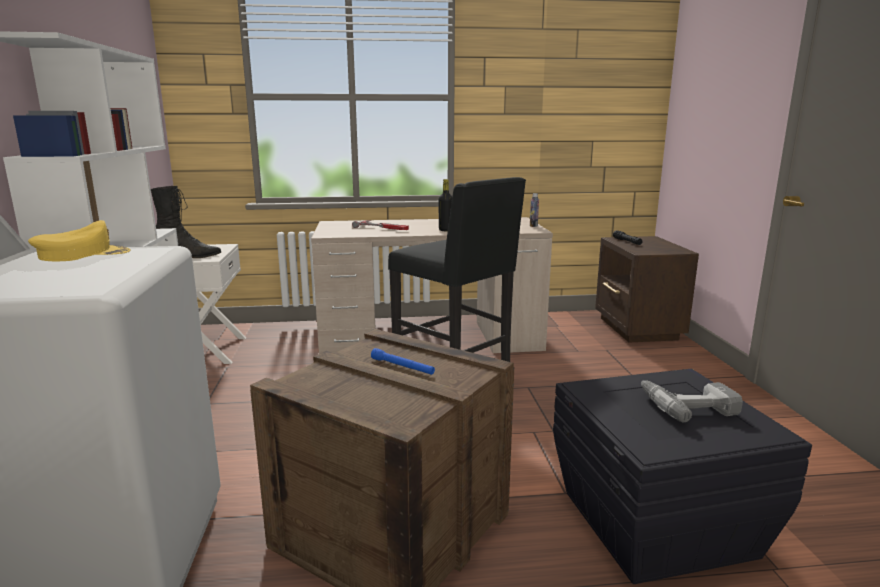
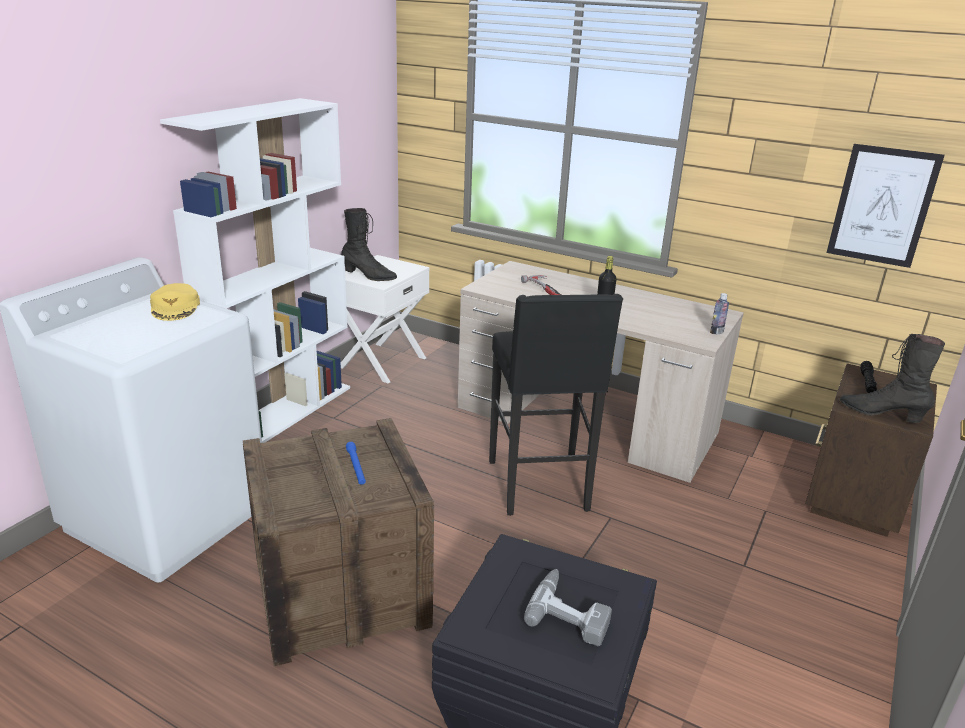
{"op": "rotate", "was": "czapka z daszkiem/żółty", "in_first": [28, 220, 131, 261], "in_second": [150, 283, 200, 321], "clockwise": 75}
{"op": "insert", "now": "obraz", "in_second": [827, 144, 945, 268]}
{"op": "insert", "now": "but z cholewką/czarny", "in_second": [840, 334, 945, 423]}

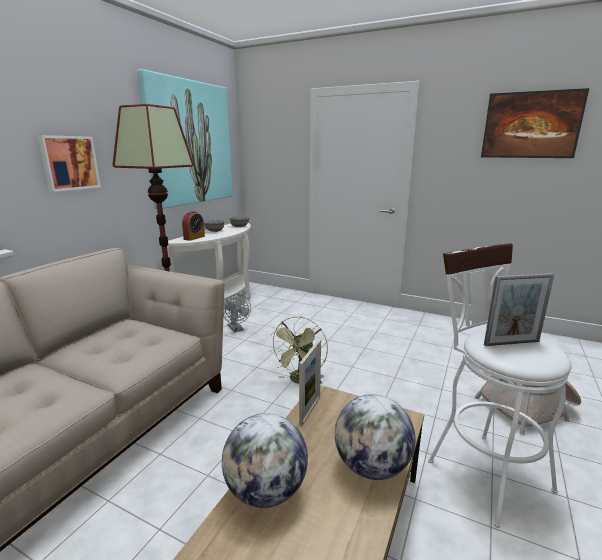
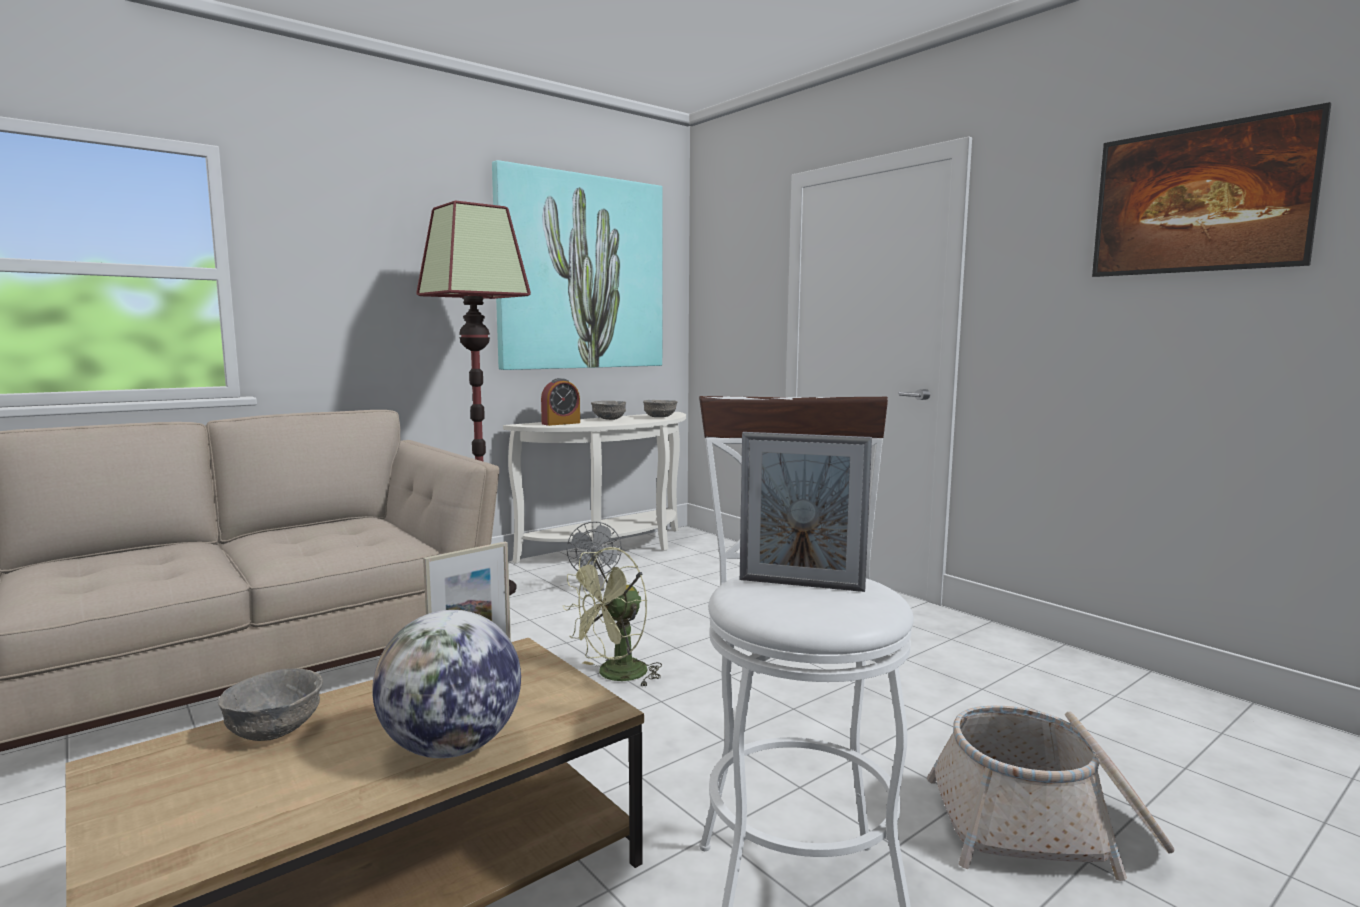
{"op": "delete", "was": "obraz", "in_first": [37, 135, 101, 192]}
{"op": "replace", "was": "globus", "now": "miska/szary", "in_first": [222, 413, 308, 508], "in_second": [218, 669, 323, 741]}

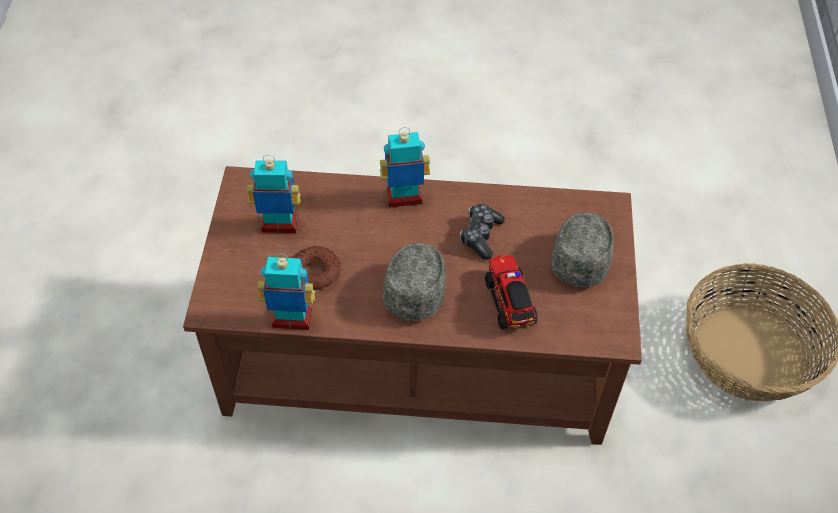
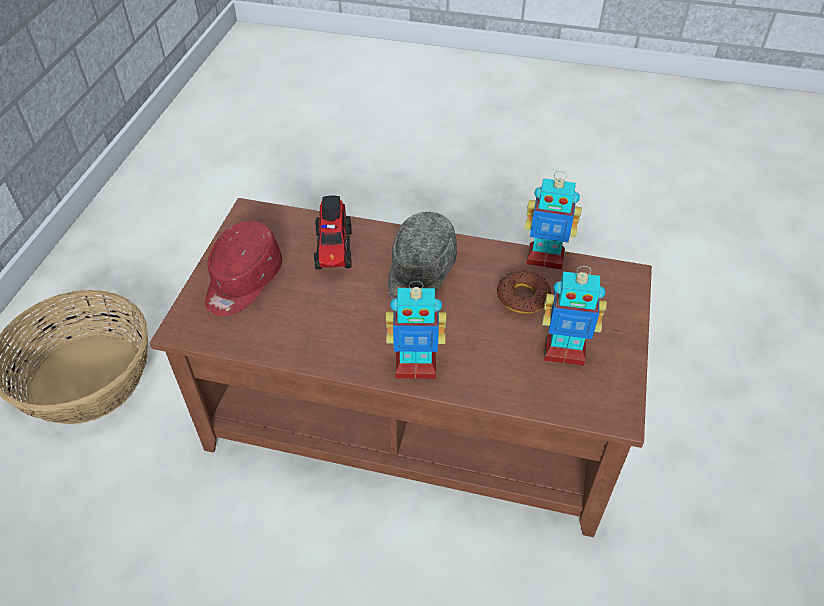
{"op": "delete", "was": "pad do gier", "in_first": [460, 204, 505, 260]}
{"op": "recolor", "was": "czapka z daszkiem/szary", "now": "czapka z daszkiem/czerwony", "in_first": [551, 212, 614, 287], "in_second": [205, 221, 282, 316]}

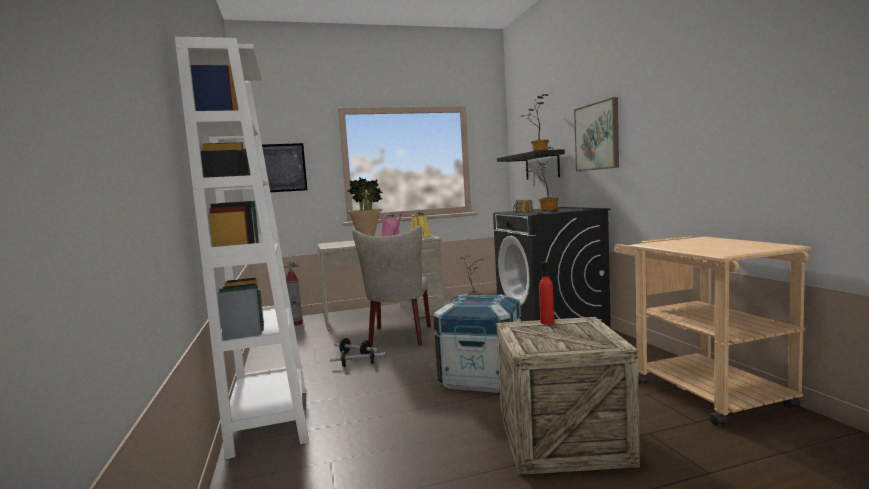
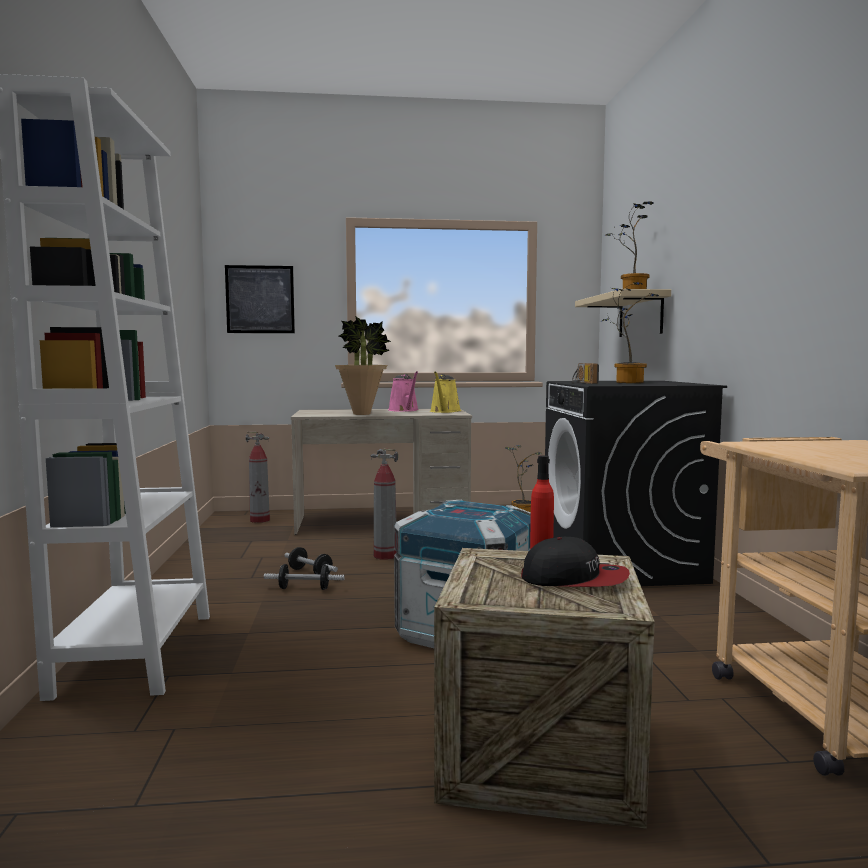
{"op": "replace", "was": "krzesło/beżowy", "now": "gaśnica", "in_first": [353, 225, 431, 347], "in_second": [371, 449, 398, 560]}
{"op": "recolor", "was": "półka/czarny", "now": "półka/beżowy", "in_first": [497, 149, 565, 180], "in_second": [575, 289, 671, 337]}
{"op": "delete", "was": "obraz", "in_first": [574, 97, 619, 171]}
{"op": "insert", "now": "czapka z daszkiem", "in_second": [521, 537, 630, 587]}

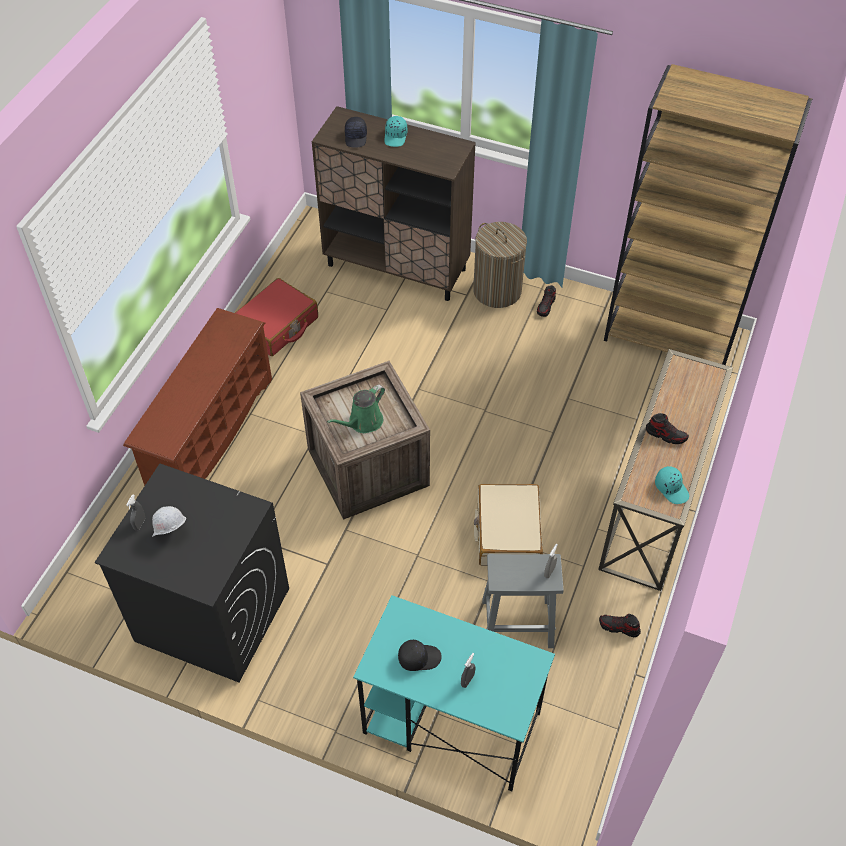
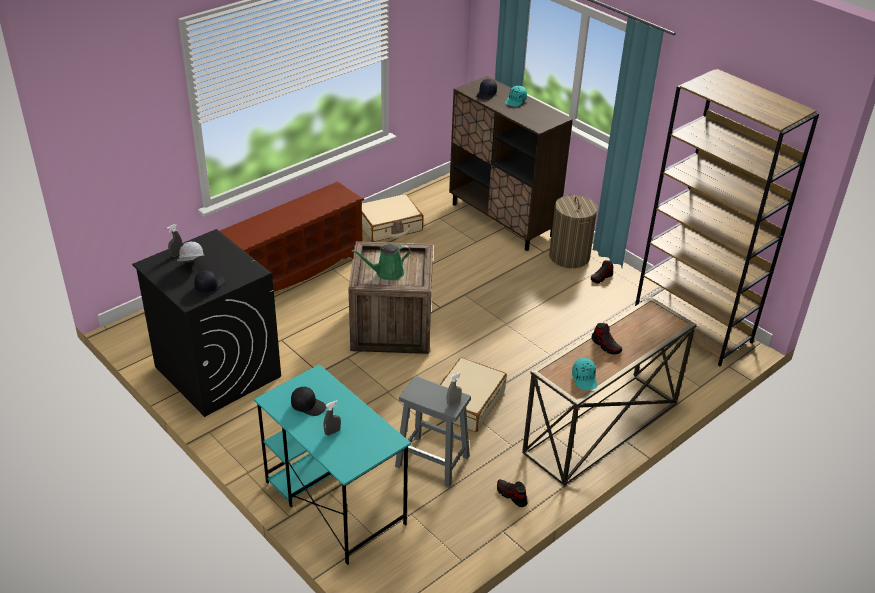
{"op": "recolor", "was": "walizka/czerwony", "now": "walizka/beżowy", "in_first": [235, 278, 318, 356], "in_second": [362, 194, 423, 242]}
{"op": "insert", "now": "czapka z daszkiem/czarny", "in_second": [194, 270, 225, 293]}

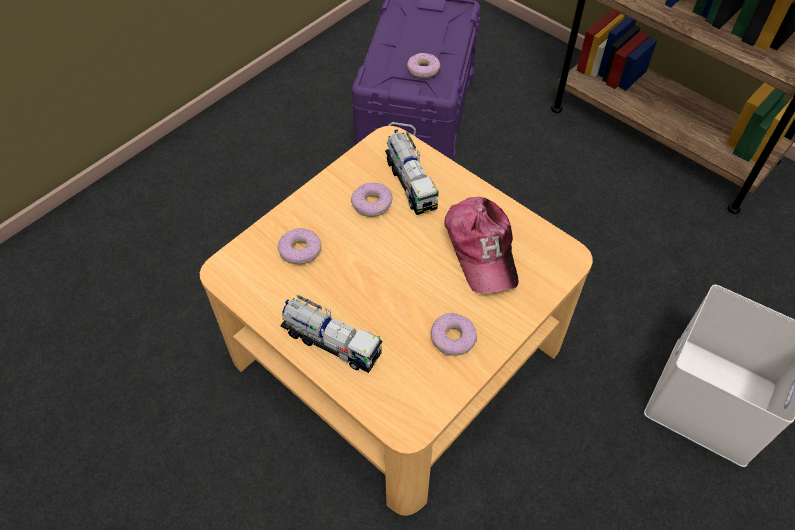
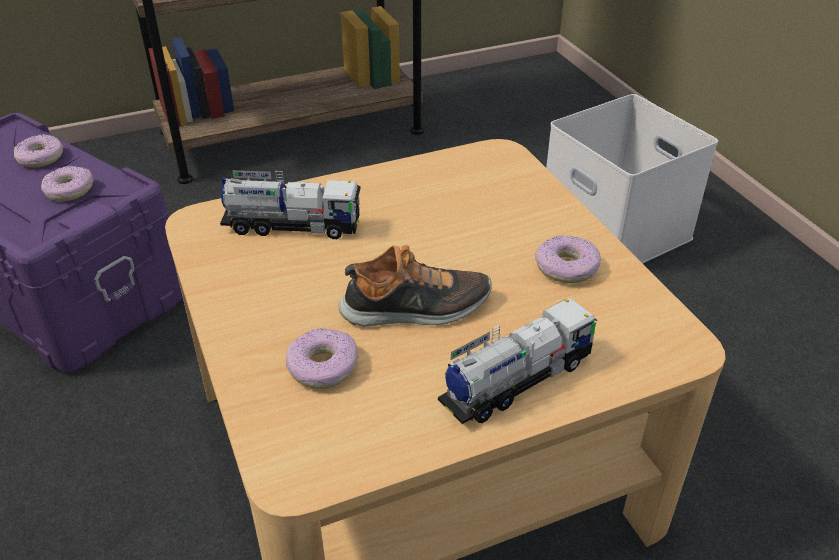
{"op": "move", "was": "donut", "in_first": [351, 183, 392, 217], "in_second": [14, 134, 64, 168]}
{"op": "delete", "was": "czapka z daszkiem", "in_first": [444, 197, 519, 294]}
{"op": "insert", "now": "but", "in_second": [338, 245, 492, 326]}

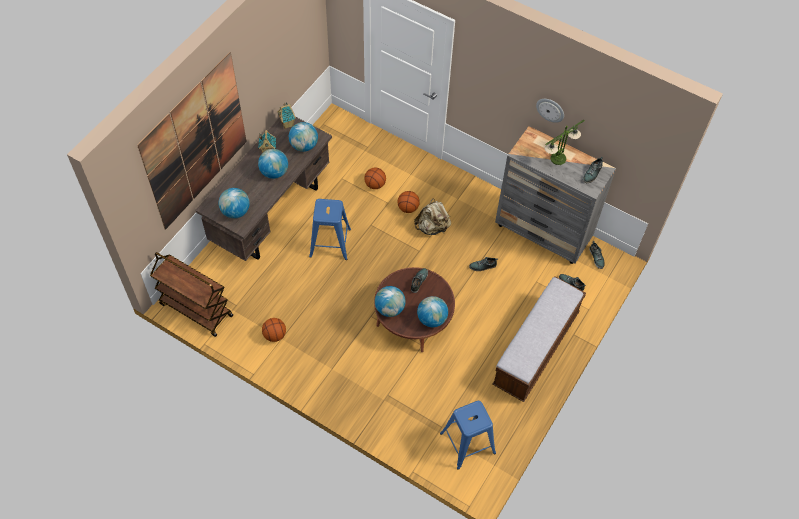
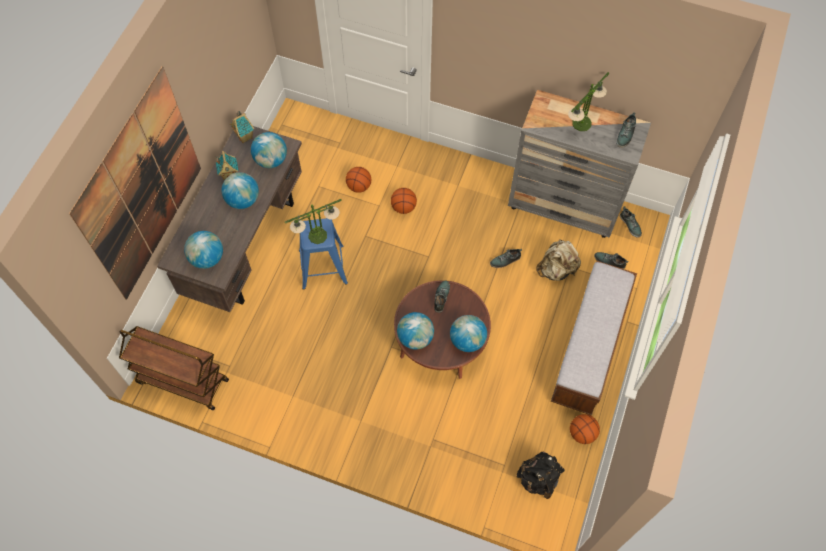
{"op": "move", "was": "piłka do koszykówki", "in_first": [262, 318, 286, 342], "in_second": [570, 414, 600, 444]}
{"op": "move", "was": "plecak/beżowy", "in_first": [414, 199, 451, 235], "in_second": [536, 239, 581, 281]}
{"op": "replace", "was": "stołek/niebieski", "now": "plecak/czarny", "in_first": [440, 401, 496, 470], "in_second": [517, 452, 565, 499]}
{"op": "delete", "was": "zegar ścienny", "in_first": [536, 99, 564, 123]}
{"op": "insert", "now": "lampa stołowa", "in_second": [285, 199, 342, 244]}

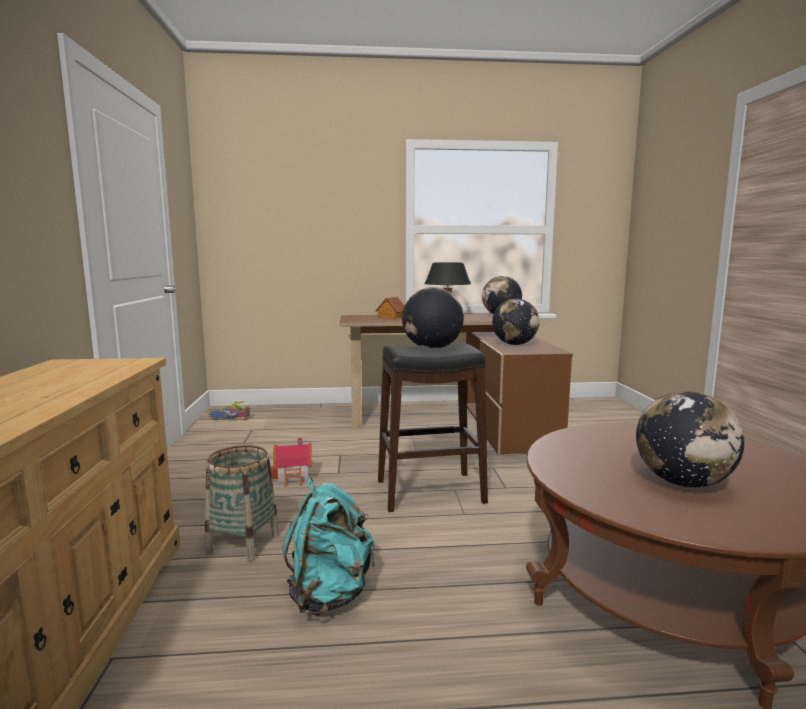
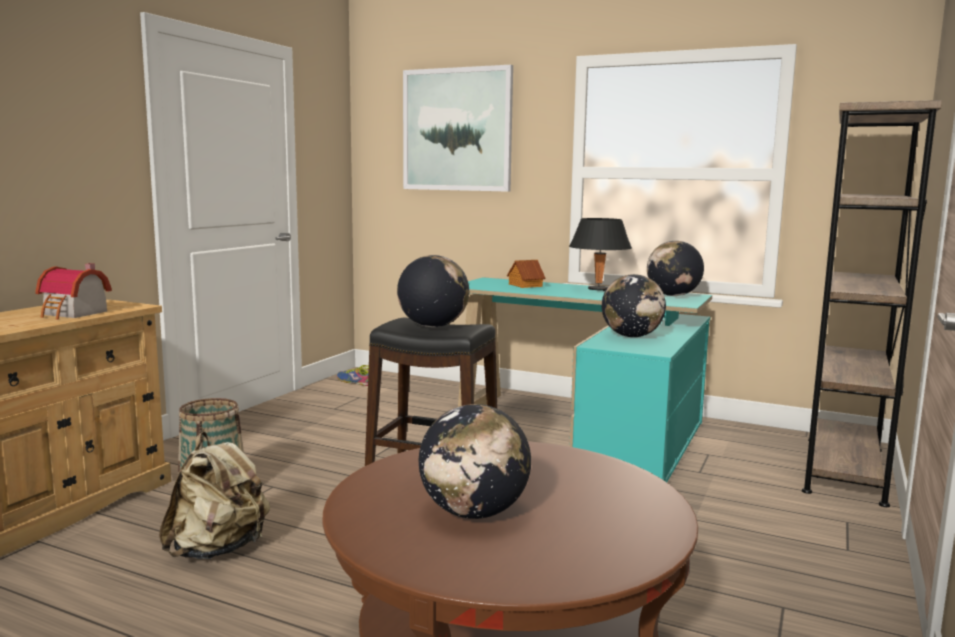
{"op": "move", "was": "domek", "in_first": [271, 438, 312, 487], "in_second": [35, 263, 112, 319]}
{"op": "recolor", "was": "plecak/turkusowy", "now": "plecak/beżowy", "in_first": [282, 477, 375, 616], "in_second": [159, 432, 270, 559]}
{"op": "recolor", "was": "biurko/brązowy", "now": "biurko/turkusowy", "in_first": [339, 314, 573, 455], "in_second": [458, 277, 712, 482]}
{"op": "insert", "now": "obraz", "in_second": [403, 65, 513, 192]}
{"op": "insert", "now": "regał/brązowy", "in_second": [802, 100, 942, 507]}

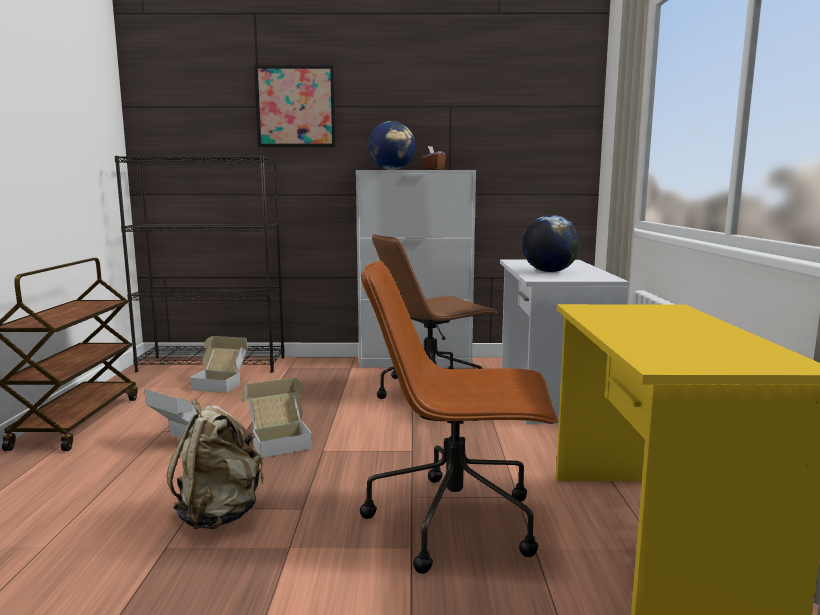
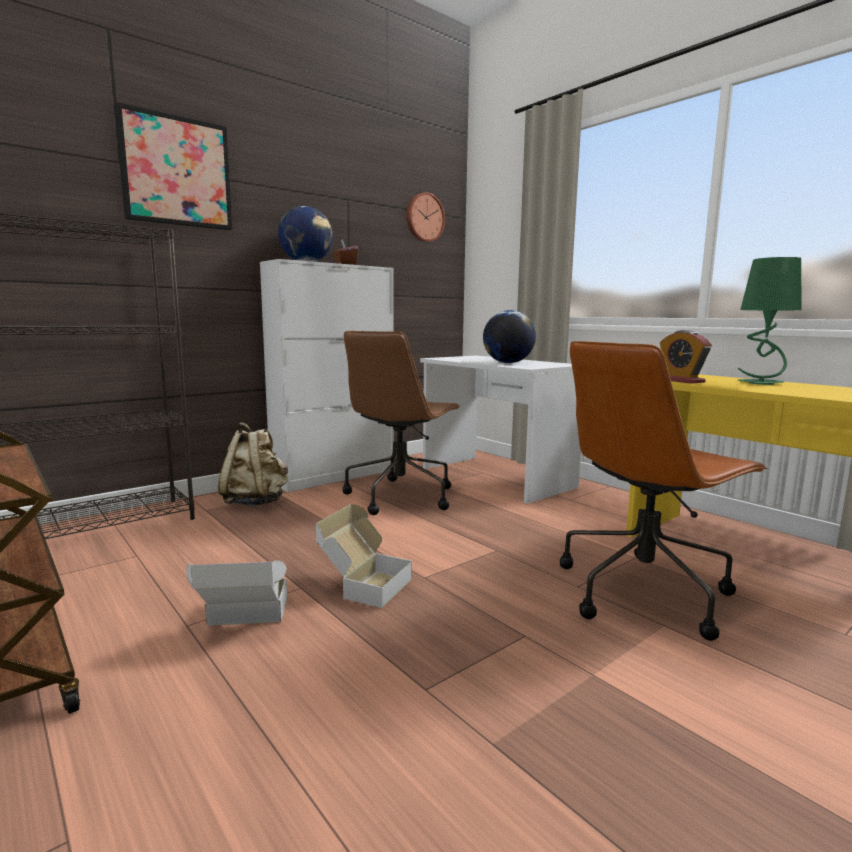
{"op": "move", "was": "plecak/beżowy", "in_first": [167, 399, 264, 529], "in_second": [218, 422, 288, 506]}
{"op": "delete", "was": "karton", "in_first": [190, 336, 248, 393]}
{"op": "insert", "now": "zegar ścienny", "in_second": [406, 192, 445, 242]}
{"op": "insert", "now": "budzik", "in_second": [660, 330, 712, 384]}
{"op": "insert", "now": "lampa stołowa/zielony", "in_second": [738, 257, 801, 385]}

